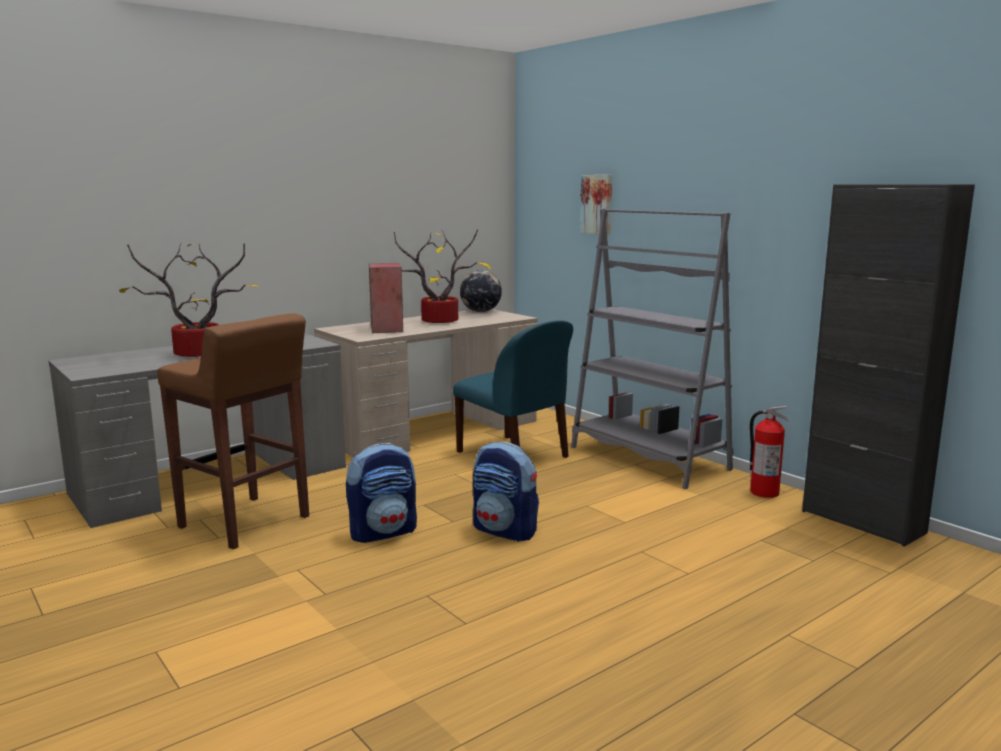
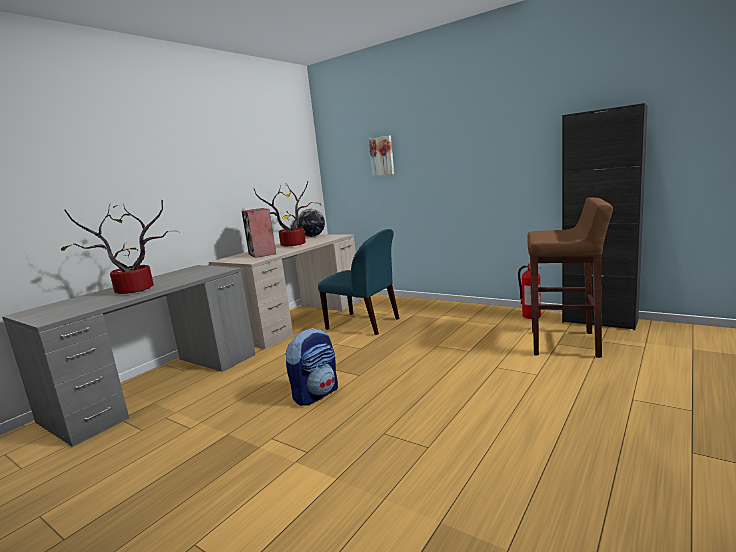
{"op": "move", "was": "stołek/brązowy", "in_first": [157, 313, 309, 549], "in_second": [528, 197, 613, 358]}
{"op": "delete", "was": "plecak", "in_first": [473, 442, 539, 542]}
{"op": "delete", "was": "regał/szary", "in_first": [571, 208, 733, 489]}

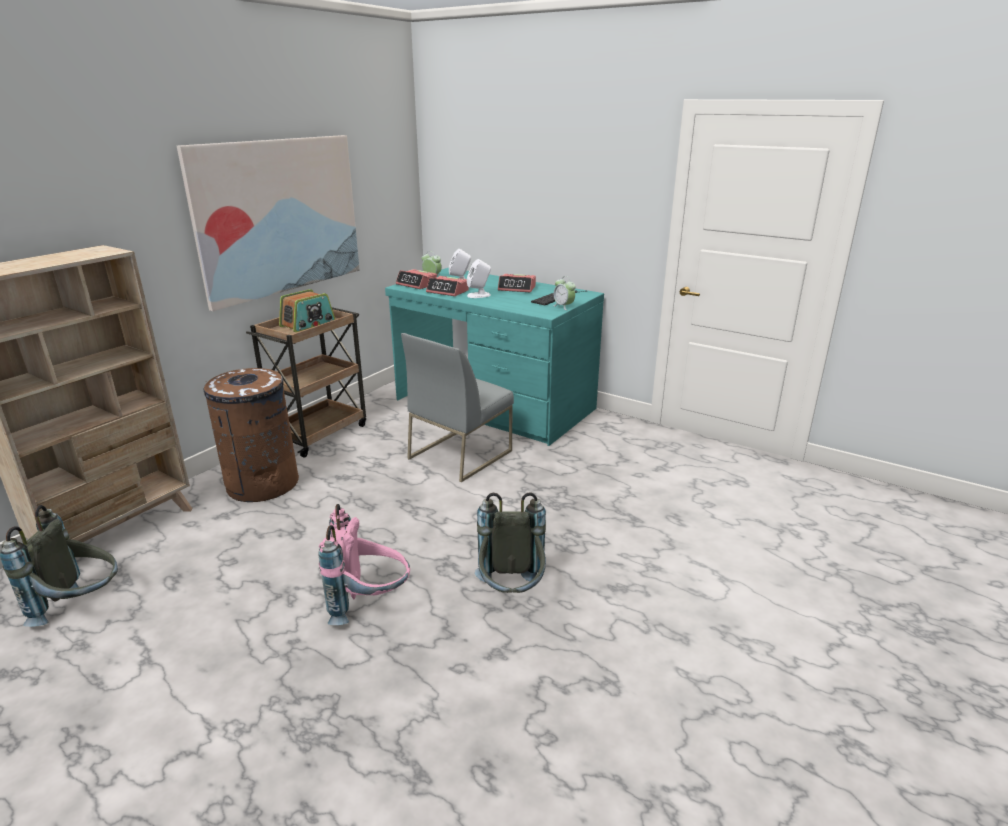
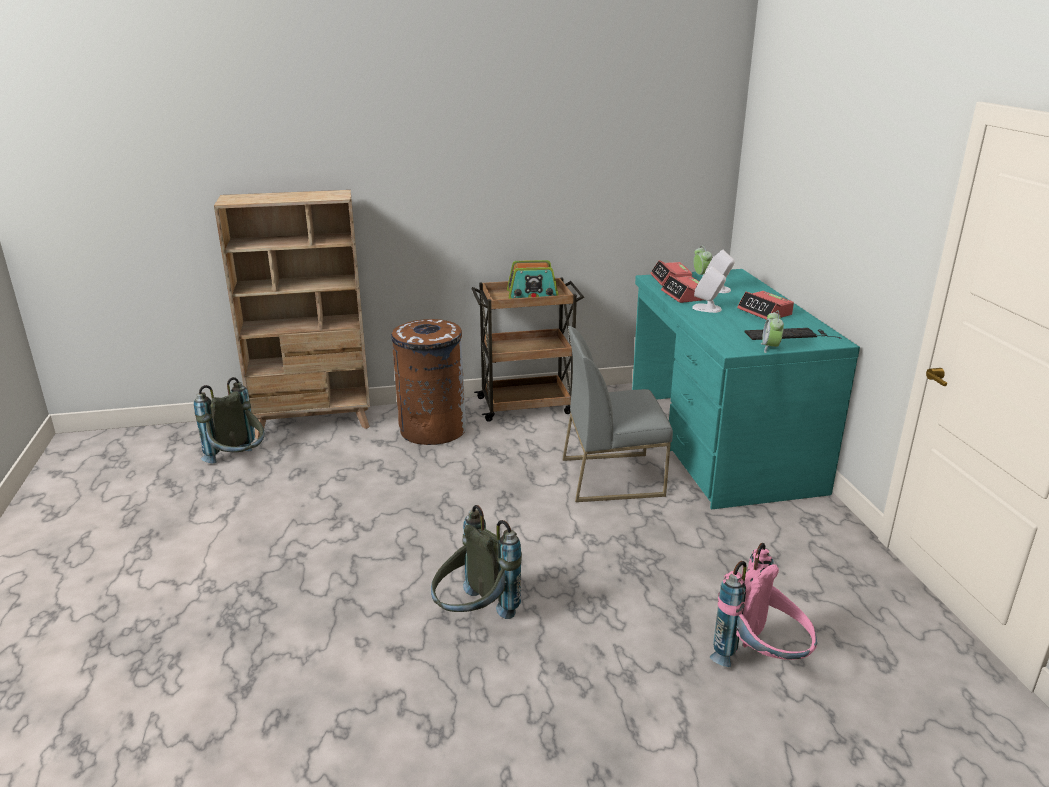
{"op": "delete", "was": "obraz", "in_first": [177, 135, 359, 311]}
{"op": "move", "was": "plecak/różowy", "in_first": [319, 504, 410, 625], "in_second": [710, 543, 817, 667]}

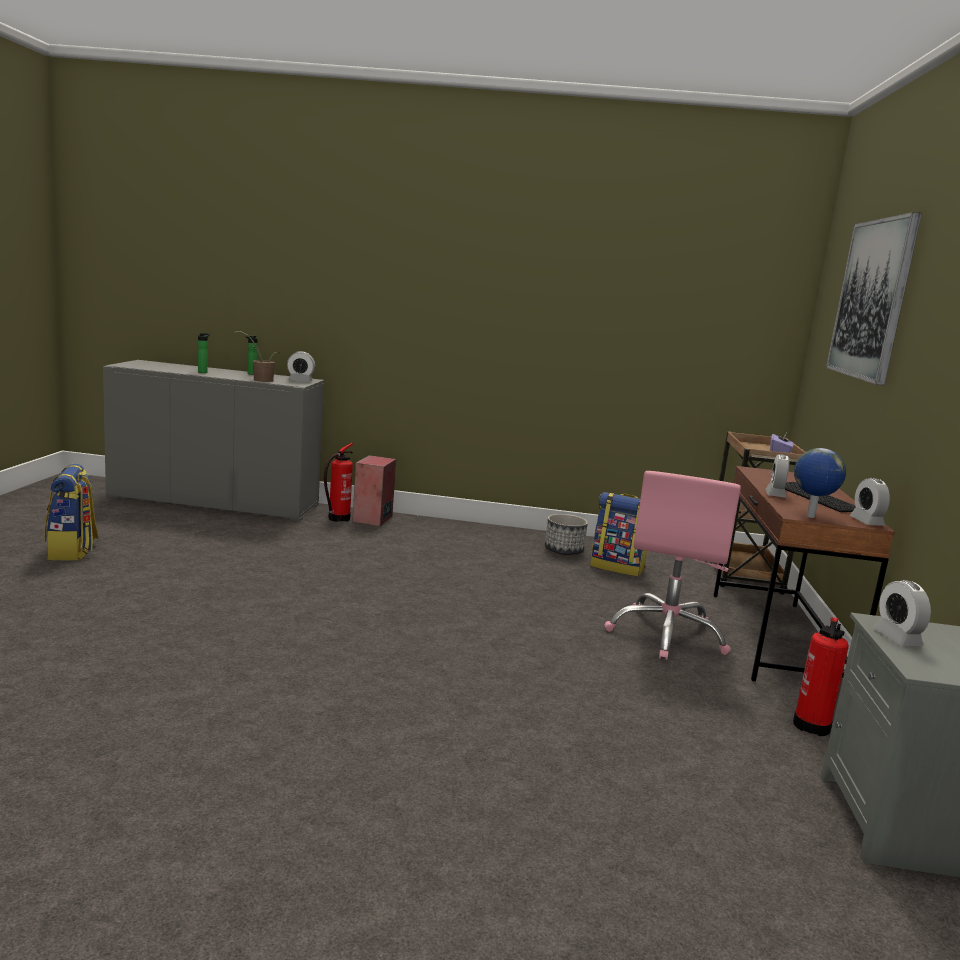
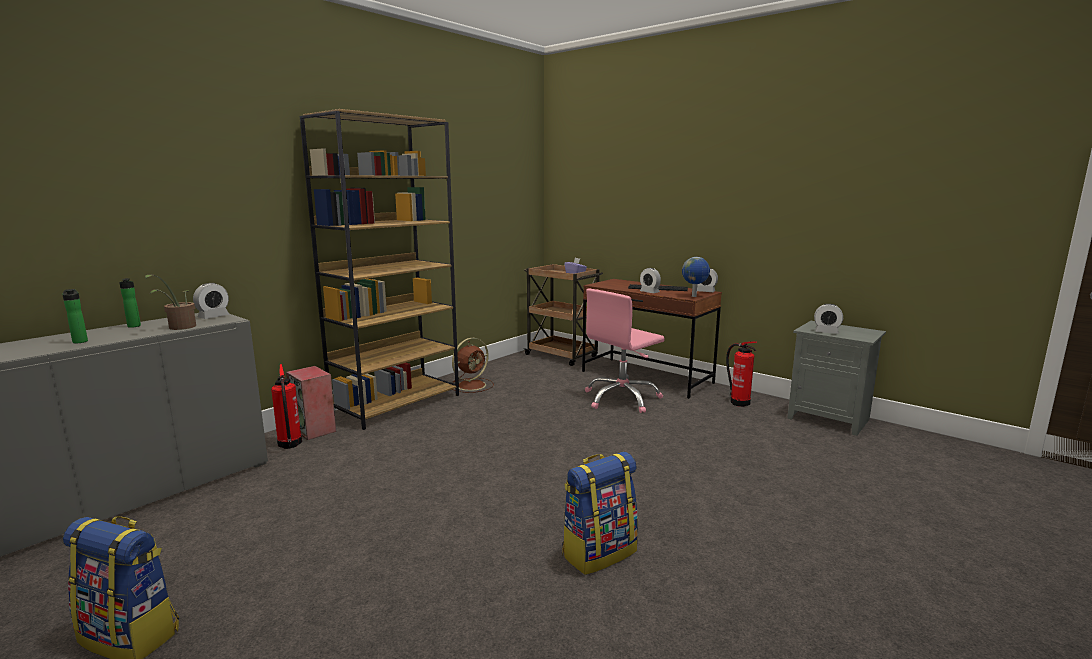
{"op": "replace", "was": "donica", "now": "wentylator/brązowy", "in_first": [545, 514, 588, 555], "in_second": [452, 338, 494, 393]}
{"op": "move", "was": "plecak", "in_first": [590, 492, 647, 577], "in_second": [562, 452, 638, 575]}
{"op": "rotate", "was": "krzesło biurowe/różowy", "in_first": [604, 471, 741, 660], "in_second": [585, 289, 665, 413], "clockwise": 90}
{"op": "delete", "was": "obraz", "in_first": [826, 212, 922, 385]}
{"op": "insert", "now": "regał/brązowy", "in_second": [300, 109, 459, 430]}

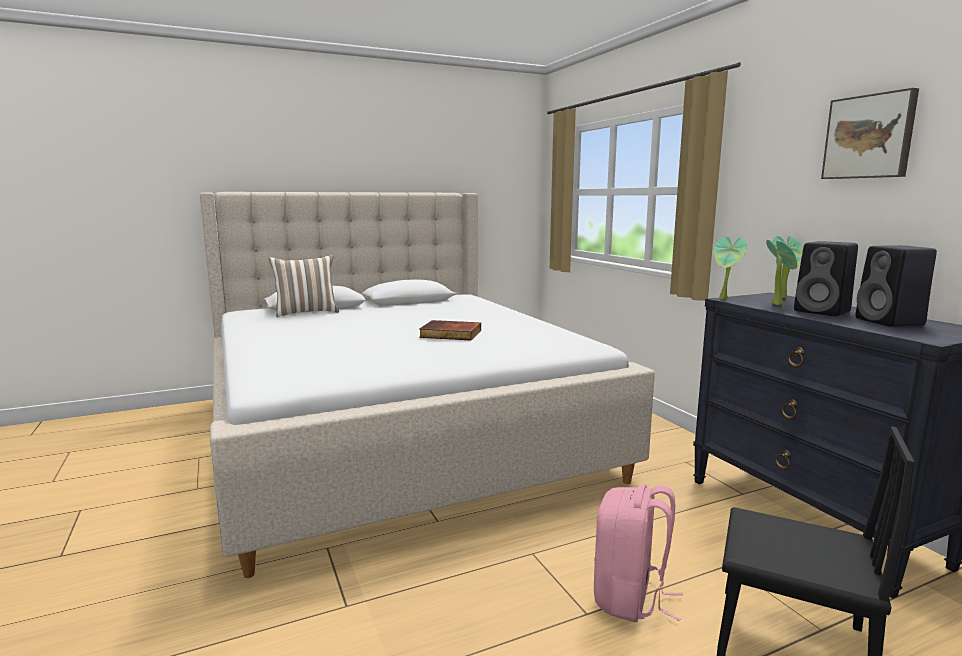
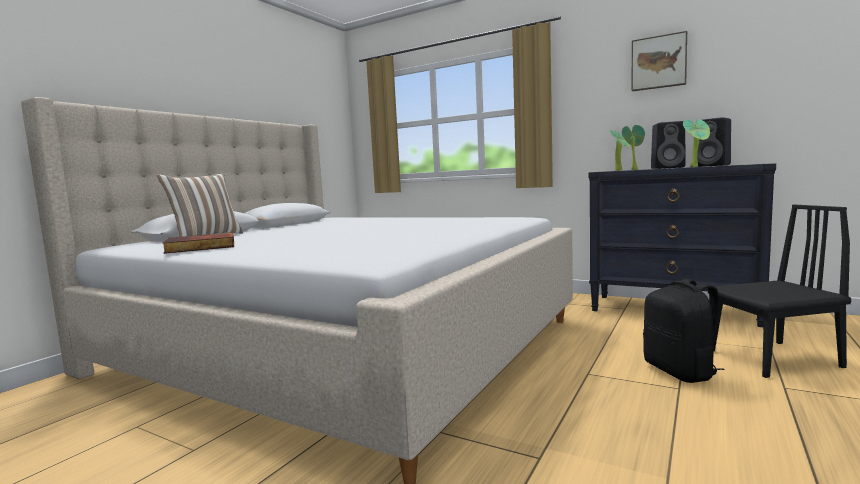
{"op": "move", "was": "książka", "in_first": [419, 320, 481, 341], "in_second": [162, 232, 234, 254]}
{"op": "recolor", "was": "plecak/różowy", "now": "plecak/czarny", "in_first": [594, 484, 683, 622], "in_second": [643, 279, 725, 383]}
{"op": "move", "was": "roślina doniczkowa", "in_first": [713, 237, 747, 300], "in_second": [683, 119, 710, 167]}

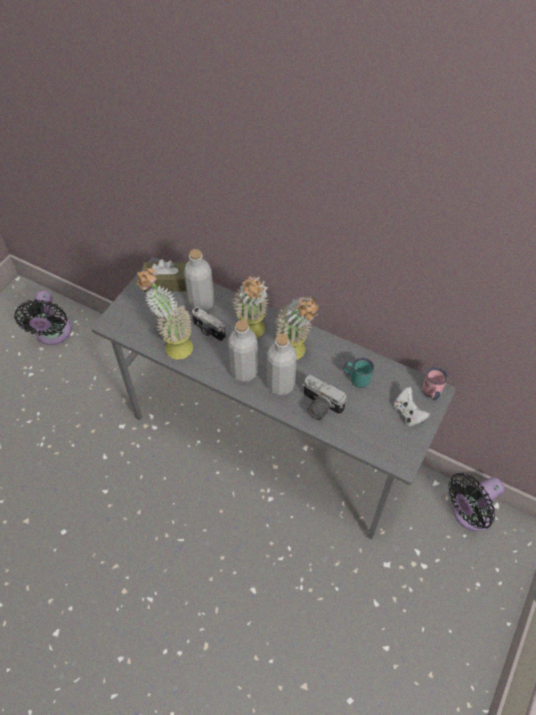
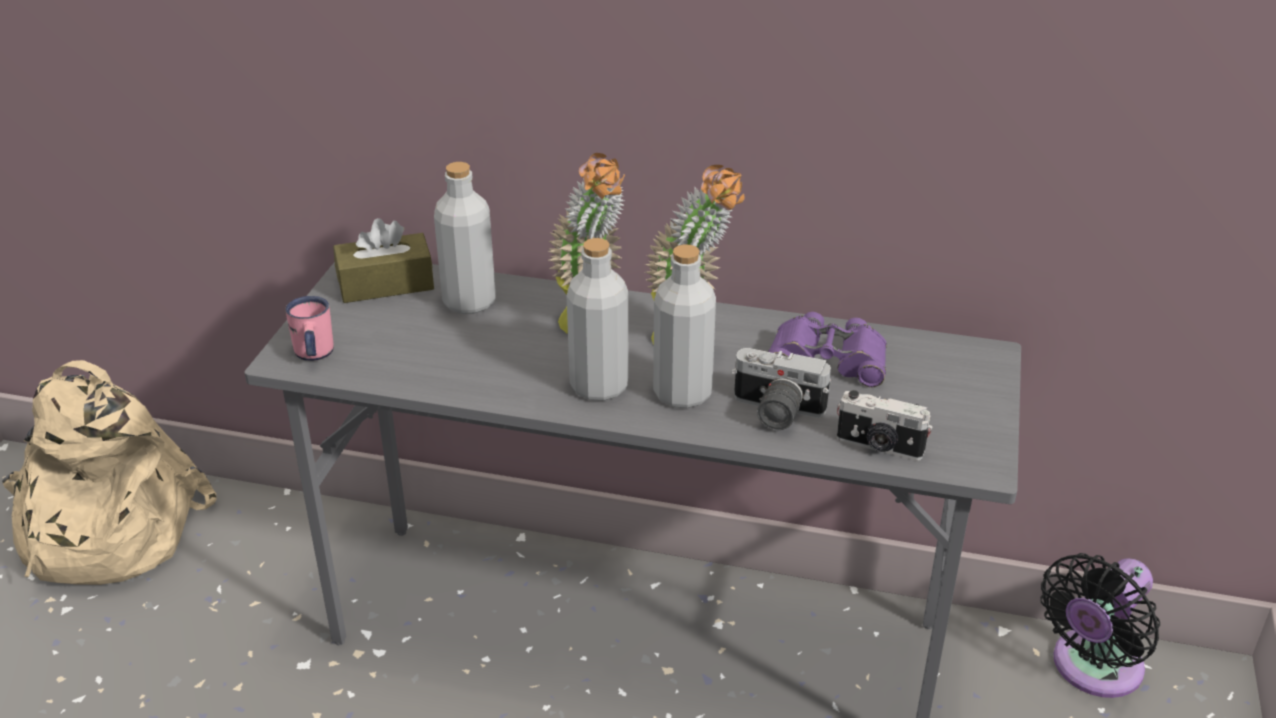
{"op": "replace", "was": "wentylator/czarny", "now": "plecak/beżowy", "in_first": [14, 291, 72, 345], "in_second": [2, 360, 217, 585]}
{"op": "delete", "was": "roślina doniczkowa", "in_first": [137, 268, 193, 359]}
{"op": "move", "was": "aparat fotograficzny", "in_first": [192, 307, 226, 342], "in_second": [837, 390, 933, 461]}
{"op": "replace", "was": "kubek/turkusowy", "now": "lornetka/fioletowy", "in_first": [344, 358, 374, 388], "in_second": [768, 312, 887, 387]}
{"op": "delete", "was": "pad do gier/biały", "in_first": [394, 387, 430, 426]}
{"op": "move", "was": "kubek/różowy", "in_first": [422, 367, 448, 400], "in_second": [286, 296, 334, 361]}

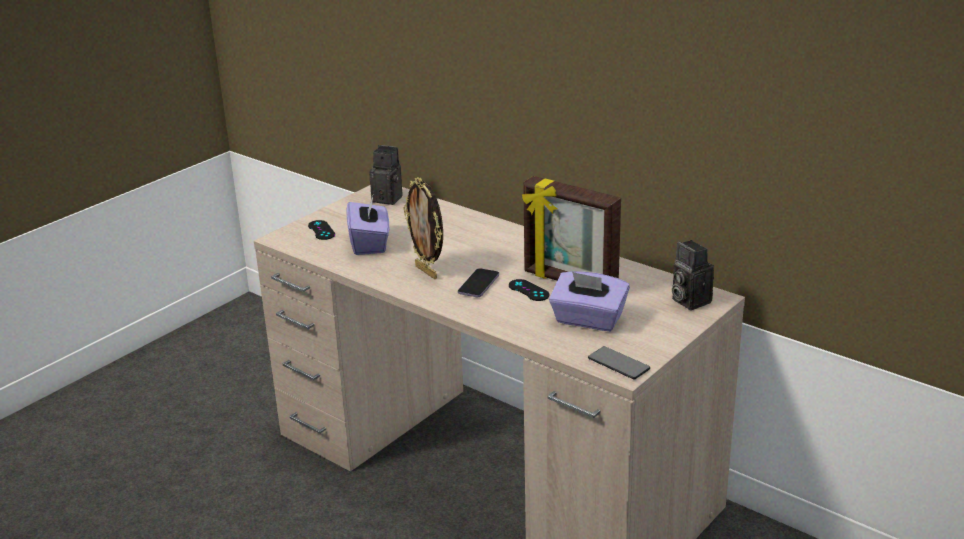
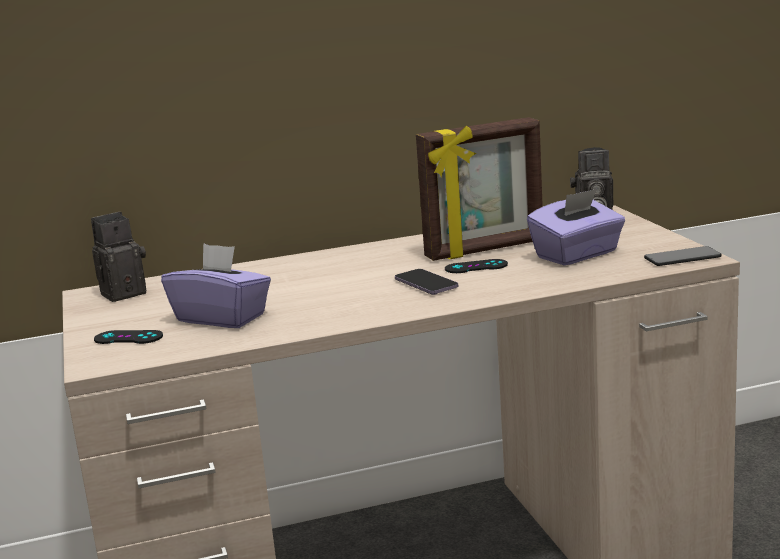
{"op": "delete", "was": "ramka na zdjęcie", "in_first": [403, 177, 443, 279]}

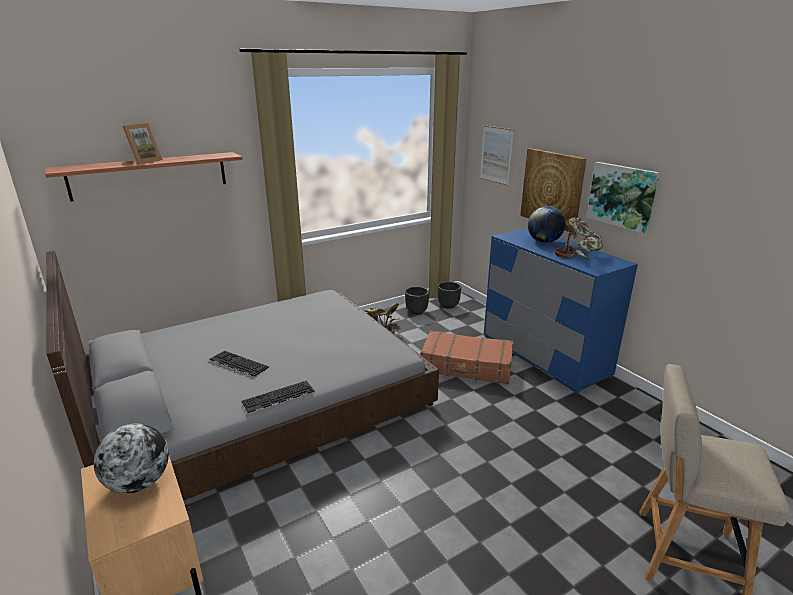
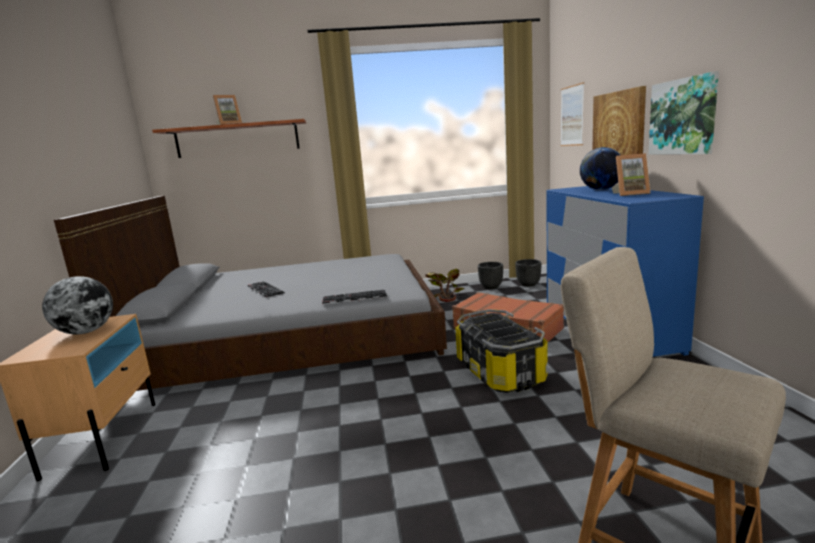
{"op": "move", "was": "klawiatura", "in_first": [242, 381, 315, 414], "in_second": [322, 290, 387, 304]}
{"op": "replace", "was": "roślina doniczkowa", "now": "ramka na zdjęcie", "in_first": [554, 217, 603, 261], "in_second": [612, 153, 651, 196]}
{"op": "insert", "now": "pojemnik do przechowywania", "in_second": [455, 309, 548, 393]}

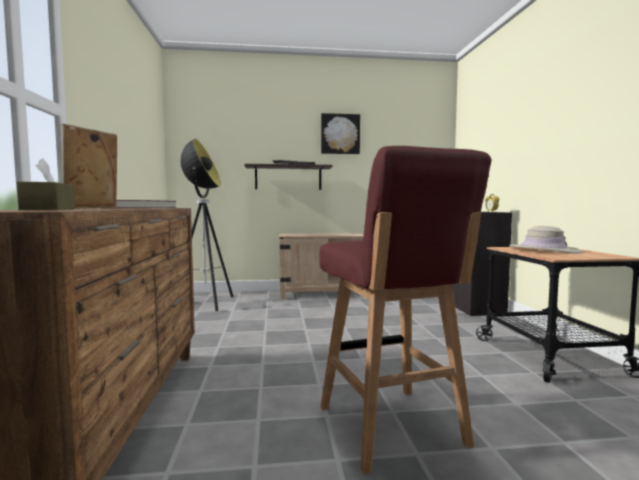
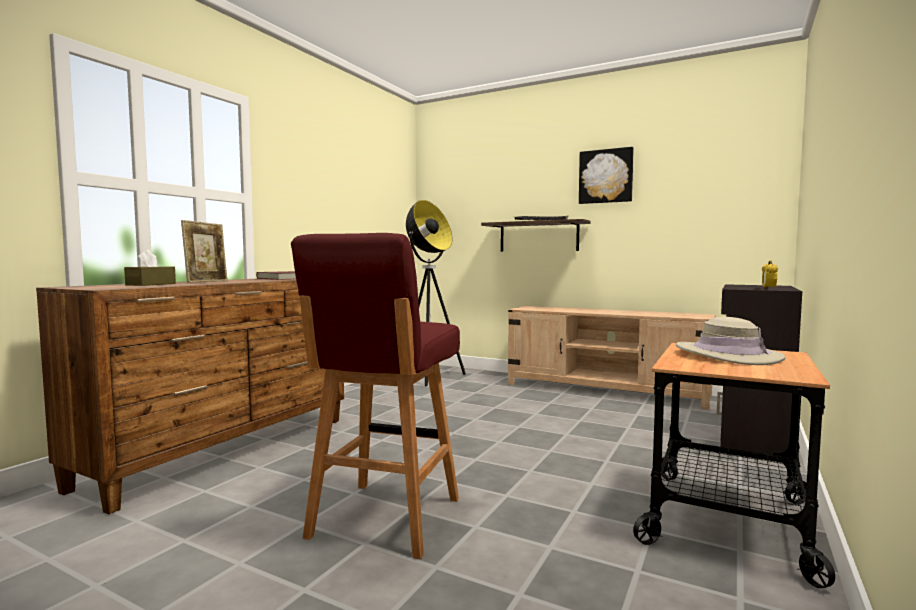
{"op": "rotate", "was": "ramka na zdjęcie", "in_first": [61, 123, 117, 209], "in_second": [181, 220, 228, 283], "clockwise": 150}

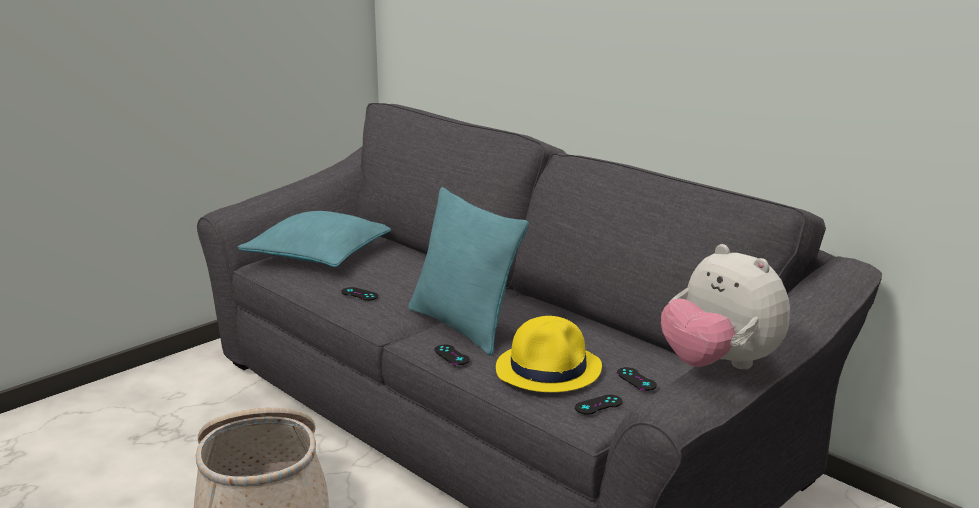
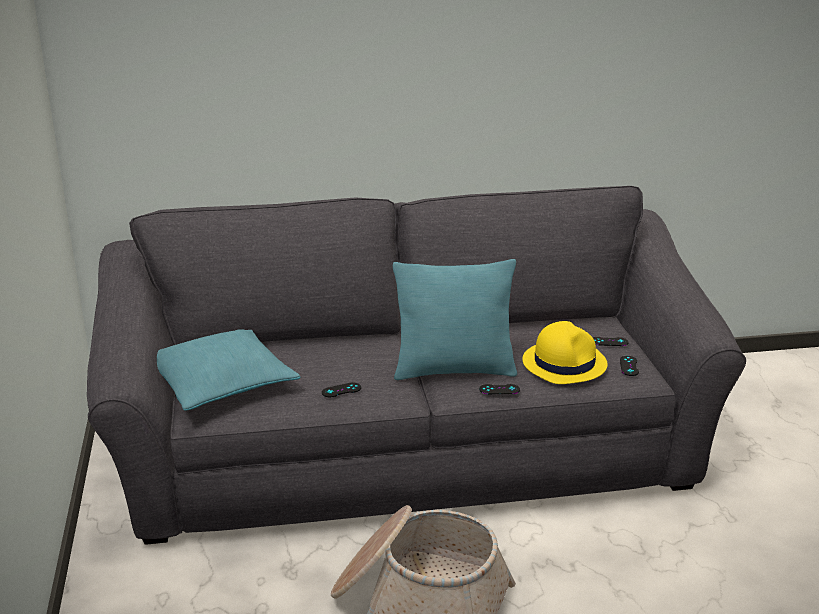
{"op": "delete", "was": "pluszak", "in_first": [661, 244, 790, 369]}

